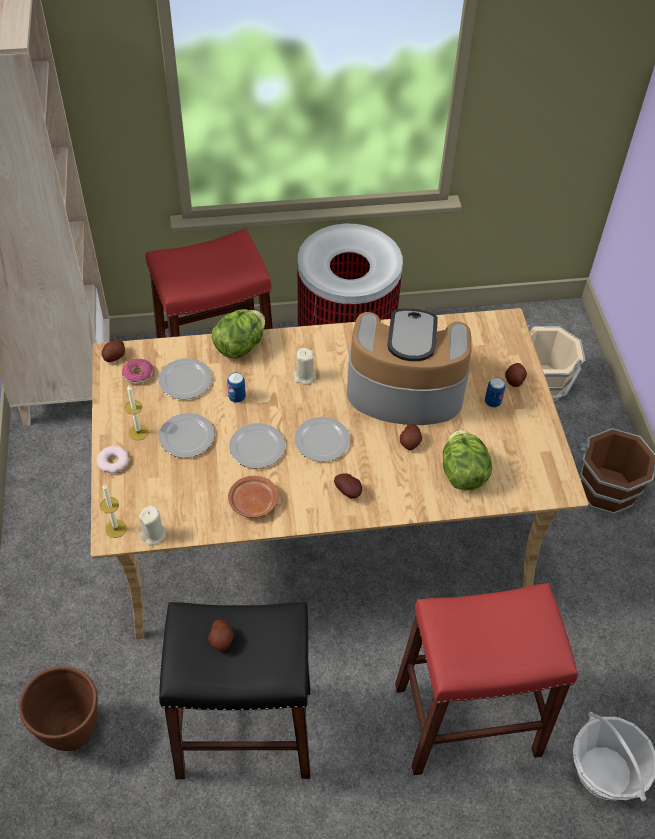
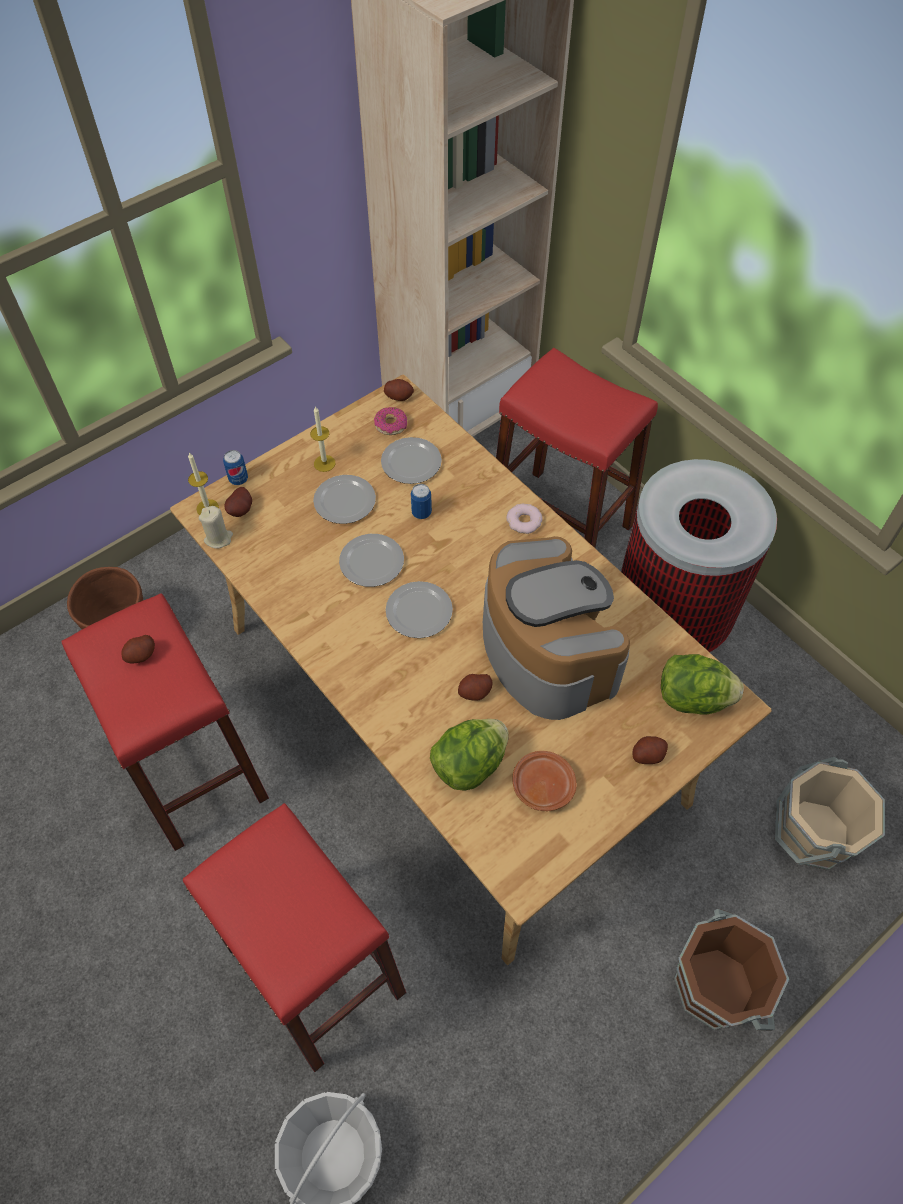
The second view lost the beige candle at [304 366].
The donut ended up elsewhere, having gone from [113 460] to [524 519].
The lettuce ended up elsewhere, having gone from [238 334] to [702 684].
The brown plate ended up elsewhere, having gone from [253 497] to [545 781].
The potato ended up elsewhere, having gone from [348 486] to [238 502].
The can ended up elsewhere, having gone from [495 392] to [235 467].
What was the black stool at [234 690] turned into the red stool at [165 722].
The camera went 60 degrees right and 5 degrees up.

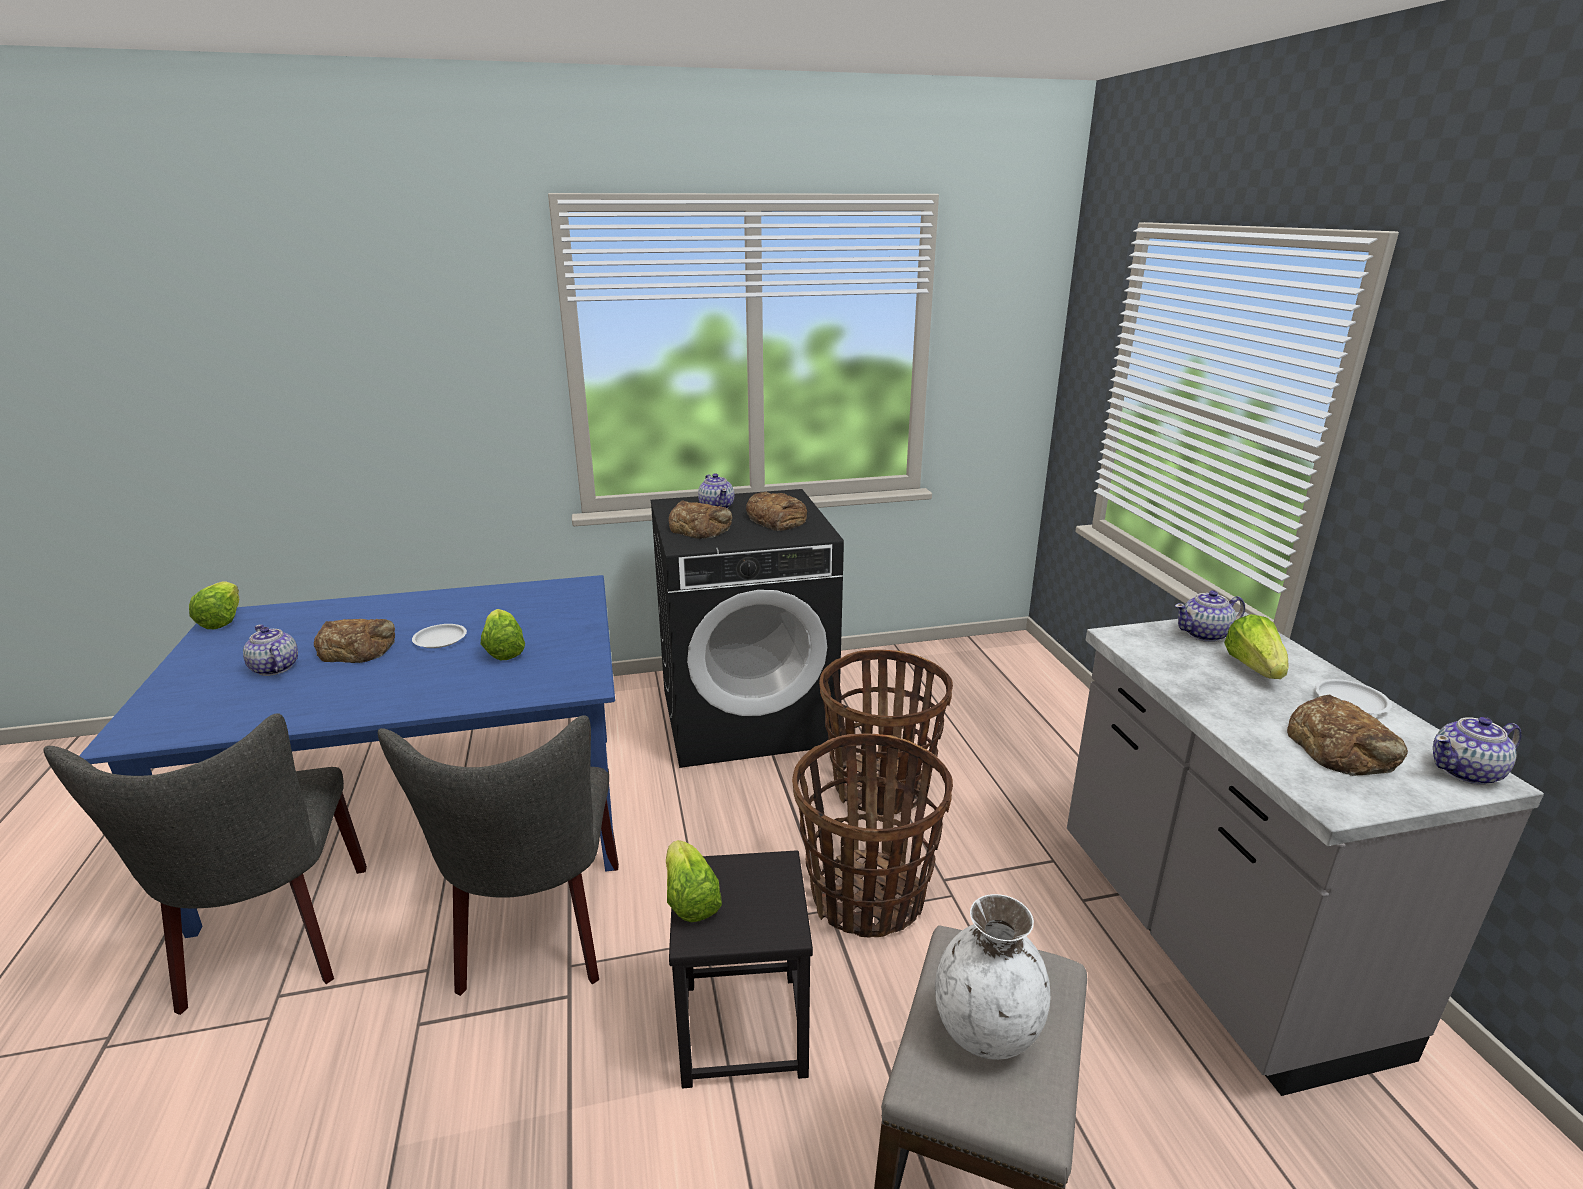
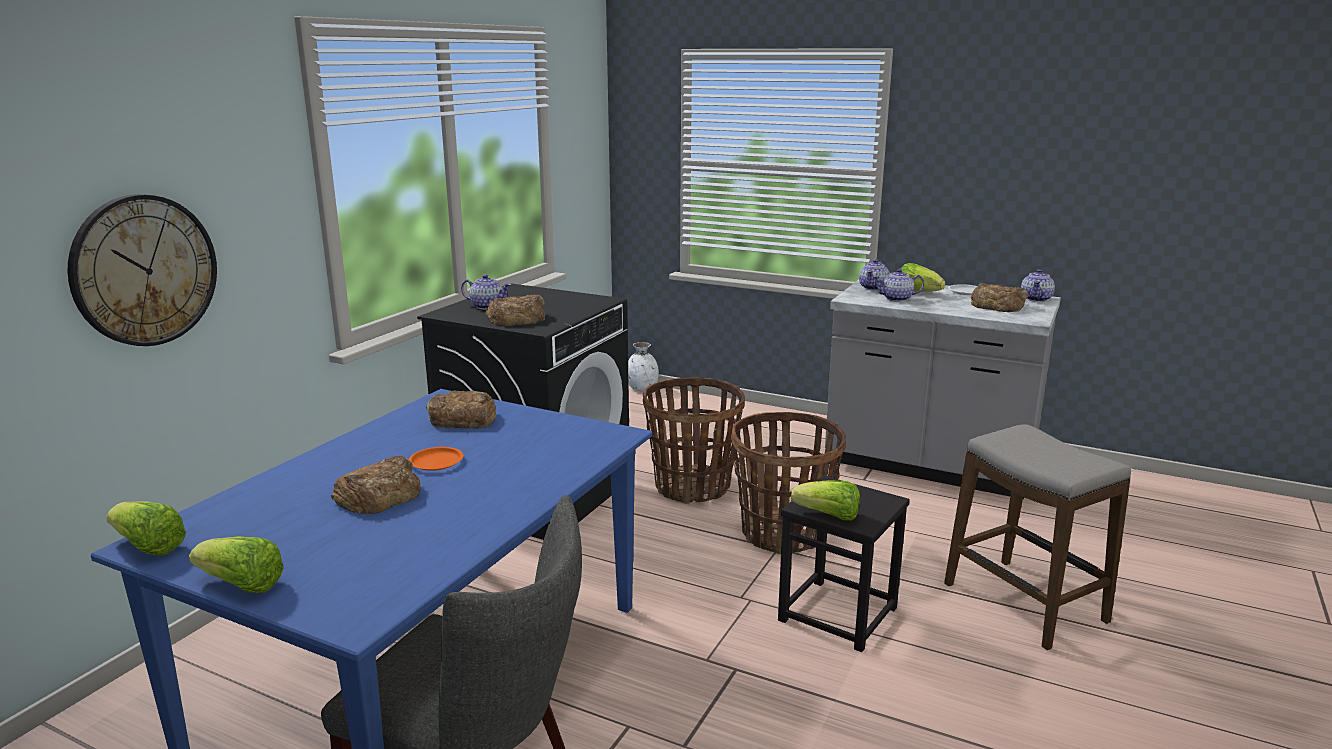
The second view lost the grey chair at [498 855].
The second view gained the wall clock at [142 270].
The teapot ended up elsewhere, having gone from [270 650] to [898 285].
The lettuce ended up elsewhere, having gone from [503 634] to [236 564].
The bread ended up elsewhere, having gone from [776 511] to [461 410].
The white vase ended up elsewhere, having gone from [992 977] to [643 366].
What was the white plate at [439 636] turned into the orange plate at [436 459].
The camera went 50 degrees left and 5 degrees down.

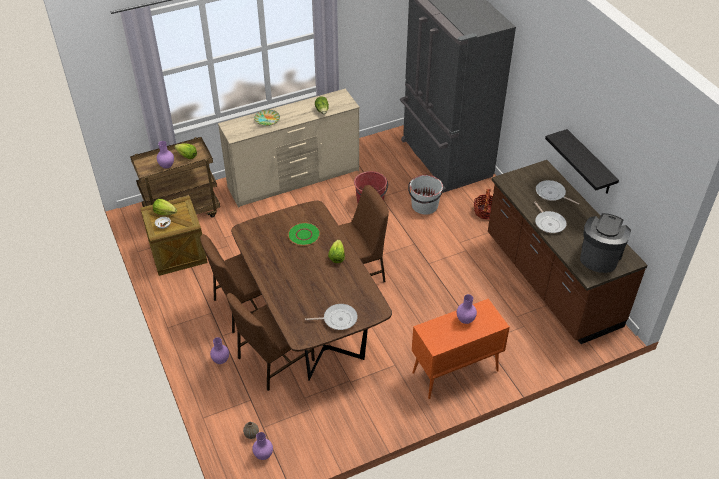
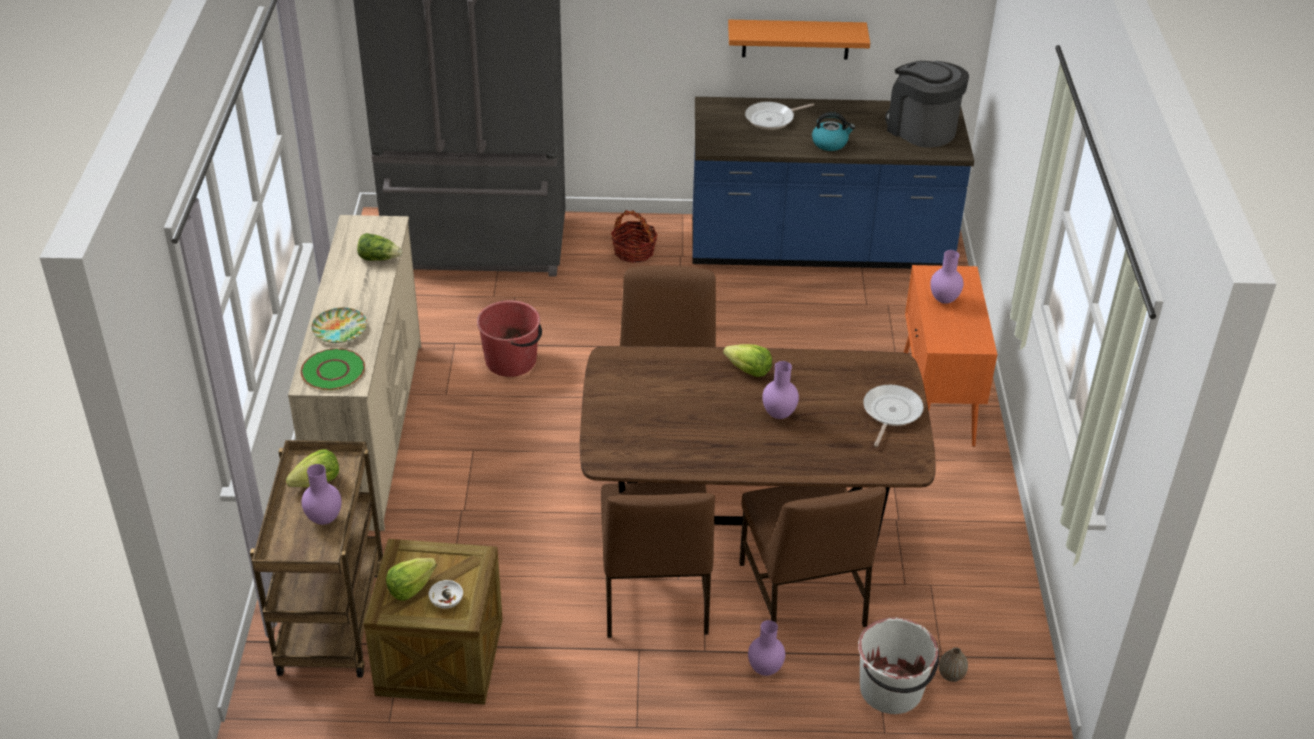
The purple vase ended up elsewhere, having gone from [262 446] to [780 390].
The green plate ended up elsewhere, having gone from [304 234] to [333 369].
The white bucket ended up elsewhere, having gone from [425 195] to [898 666].
Where the frying pan stood at [550 217], the kettle came to stand at [833 131].
What was the brown counter at [568 252] turned into the blue counter at [833 183].
What was the black shelf at [582 161] turned into the orange shelf at [799 39].
The camera went 65 degrees left and 5 degrees down.

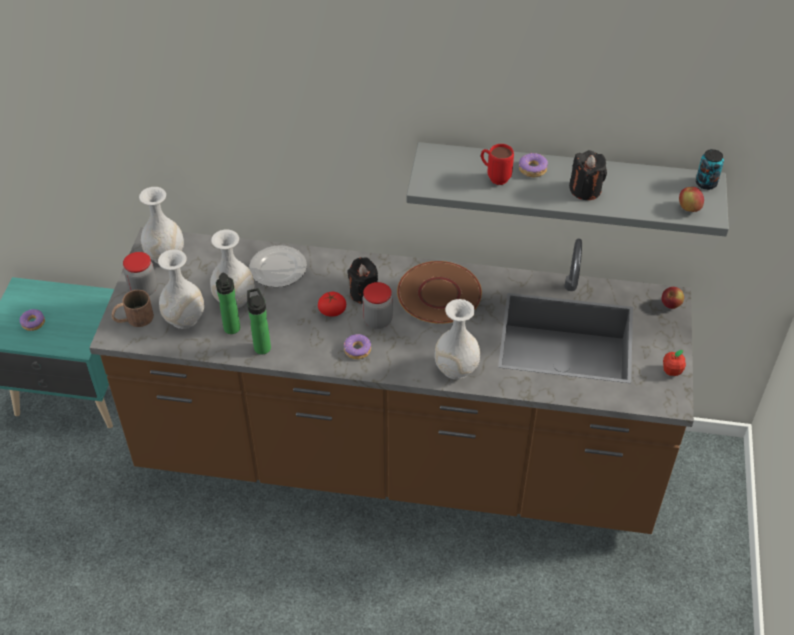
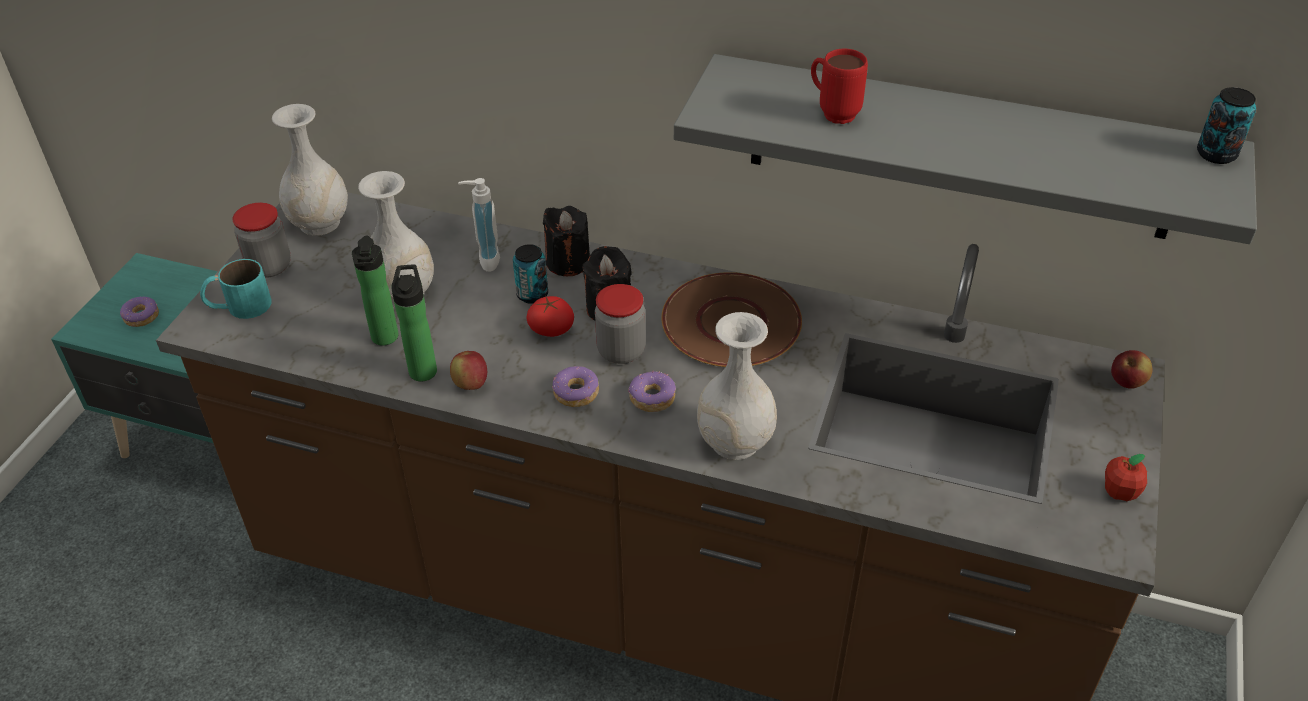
The second view lost the white vase at [181 289].
The second view gained the can at [530 274].
The donut ended up elsewhere, having gone from [533 165] to [652 391].
The black candle ended up elsewhere, having gone from [588 175] to [566 241].
The apple ended up elsewhere, having gone from [691 199] to [468 370].
Where the plate stood at [278 266], the soap dispenser came to stand at [479 225].
What was the brown mug at [133 308] turned into the turquoise mug at [235 289].
The camera went 10 degrees right and 5 degrees down.

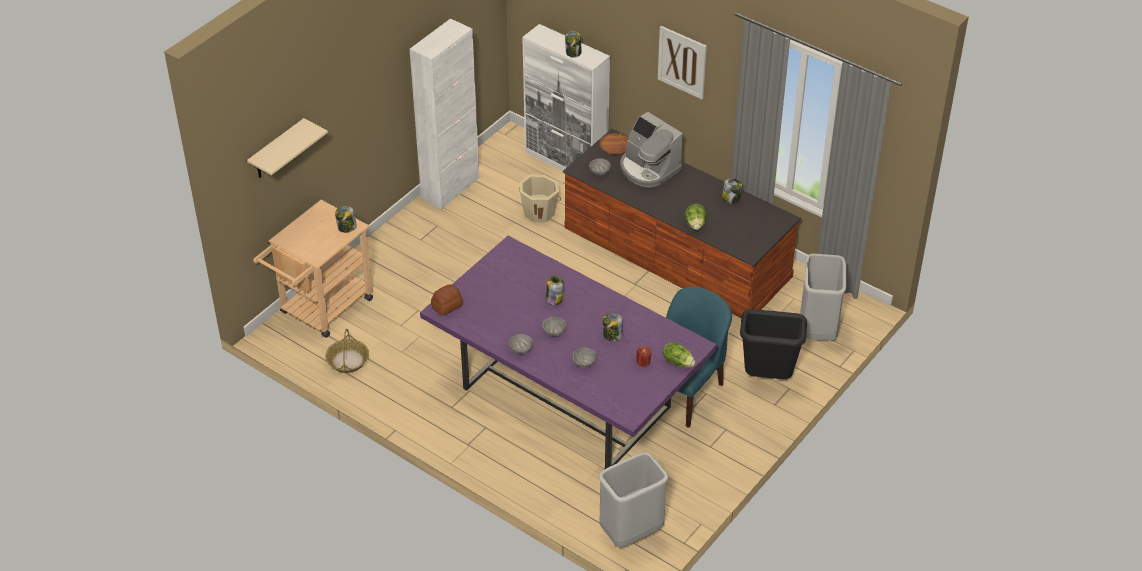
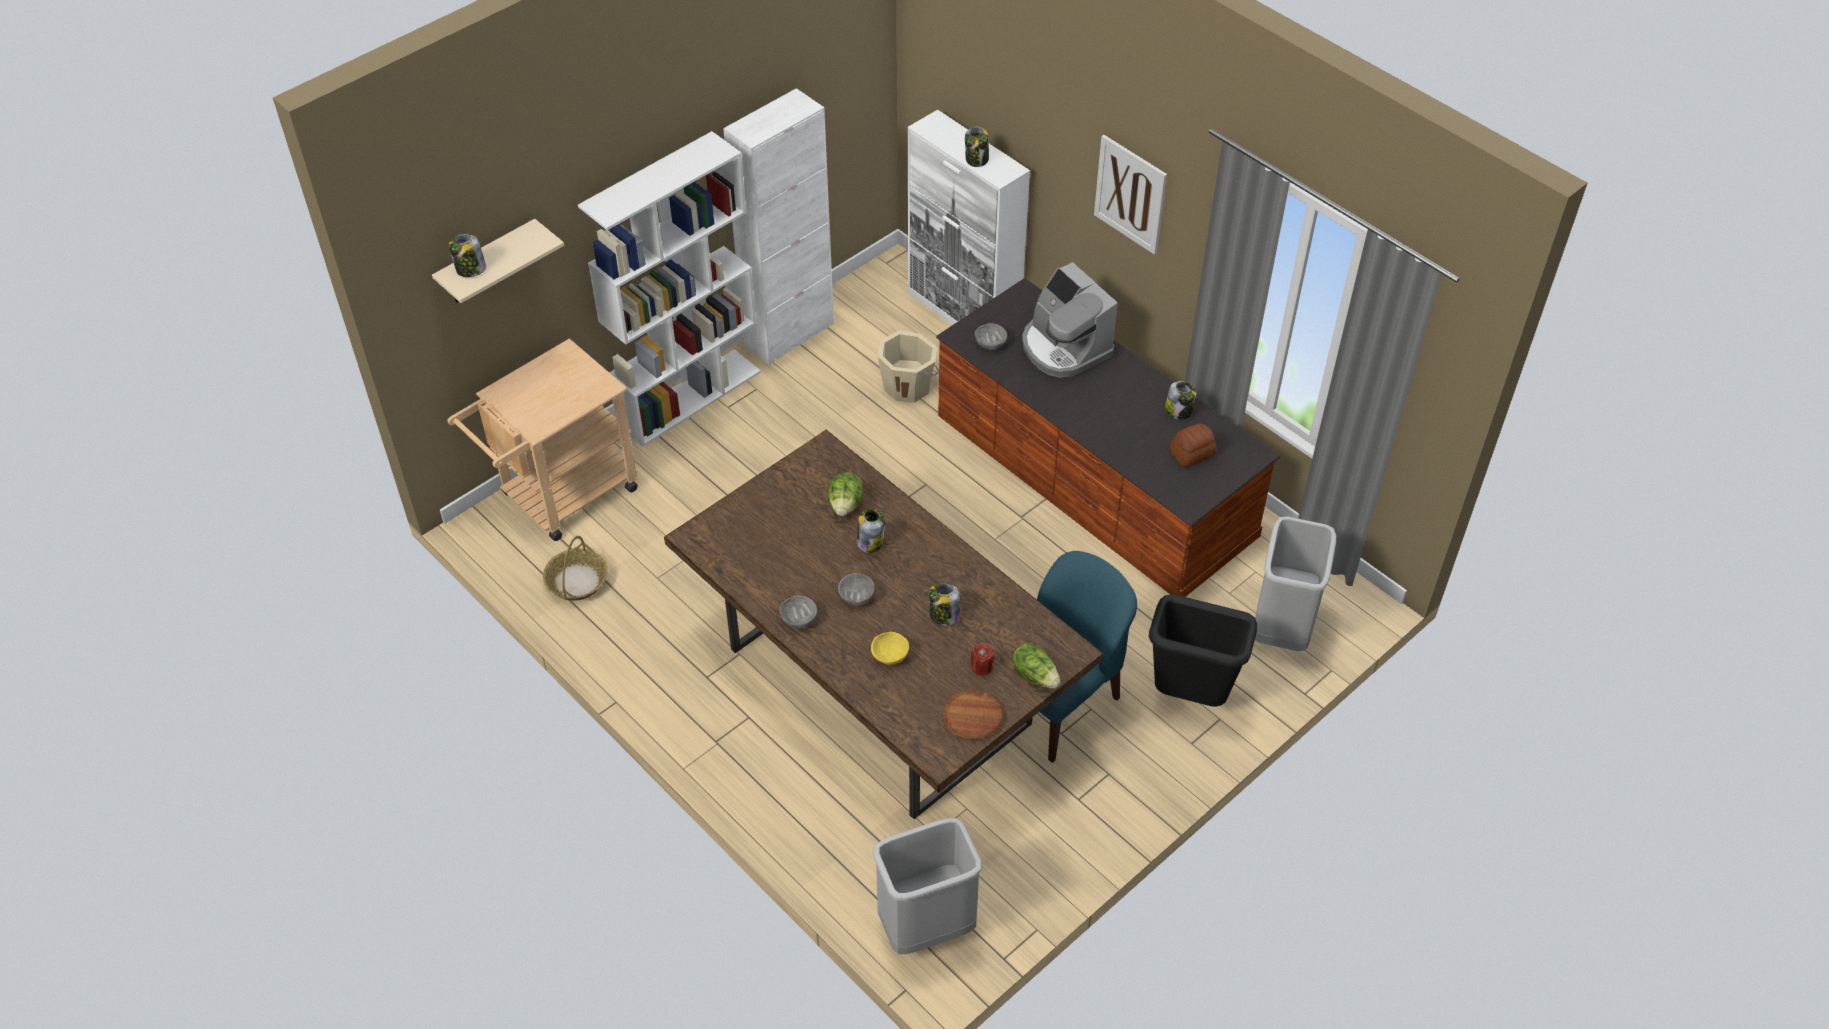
The second view gained the white bookcase at [669 289].
The jar ended up elsewhere, having gone from [346 219] to [467 255].
The bread ended up elsewhere, having gone from [447 299] to [1193 445].
The brown plate ended up elsewhere, having gone from [613 144] to [973 714].
The lettuce ended up elsewhere, having gone from [696 217] to [845 494].
What was the purple dining table at [568 352] turned into the brown dining table at [883 624].
What was the grey bowl at [584 357] turned into the yellow bowl at [890 648].
The camera went 10 degrees right and 5 degrees up.

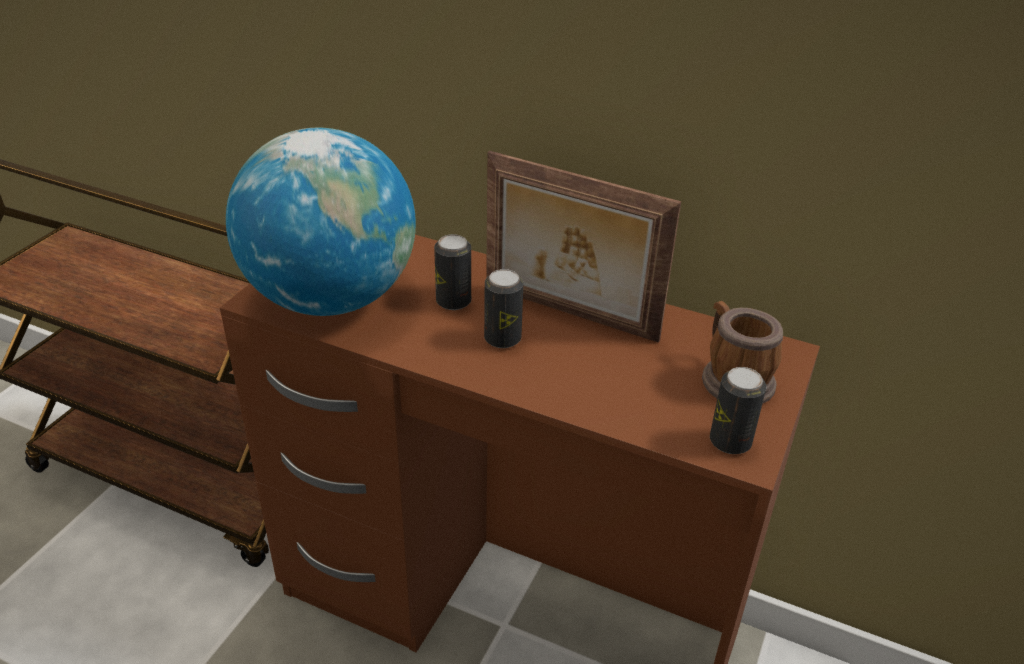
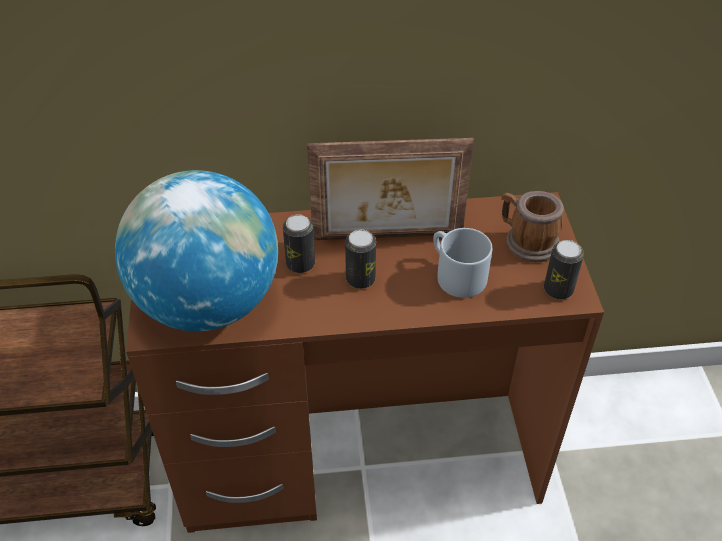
The second view gained the grey mug at [462 263].
The camera went 30 degrees left and 10 degrees up.

